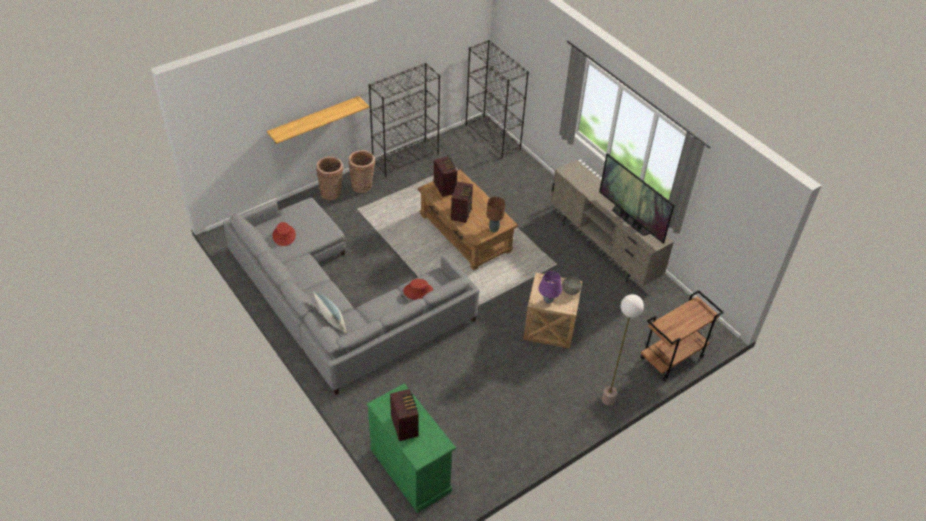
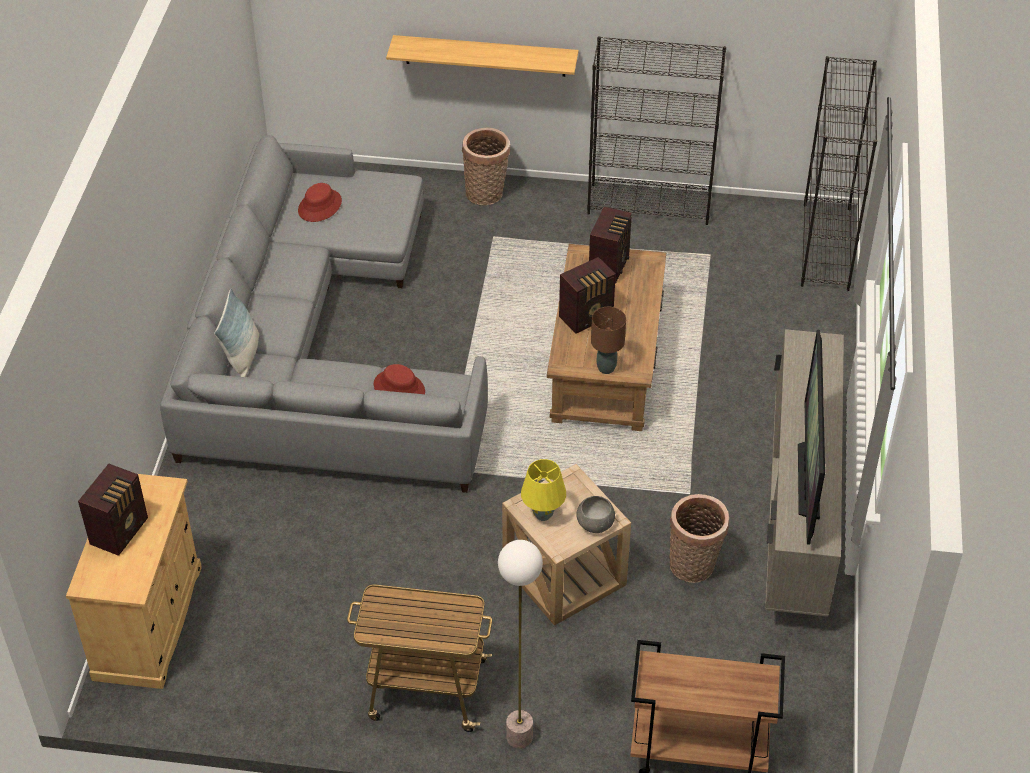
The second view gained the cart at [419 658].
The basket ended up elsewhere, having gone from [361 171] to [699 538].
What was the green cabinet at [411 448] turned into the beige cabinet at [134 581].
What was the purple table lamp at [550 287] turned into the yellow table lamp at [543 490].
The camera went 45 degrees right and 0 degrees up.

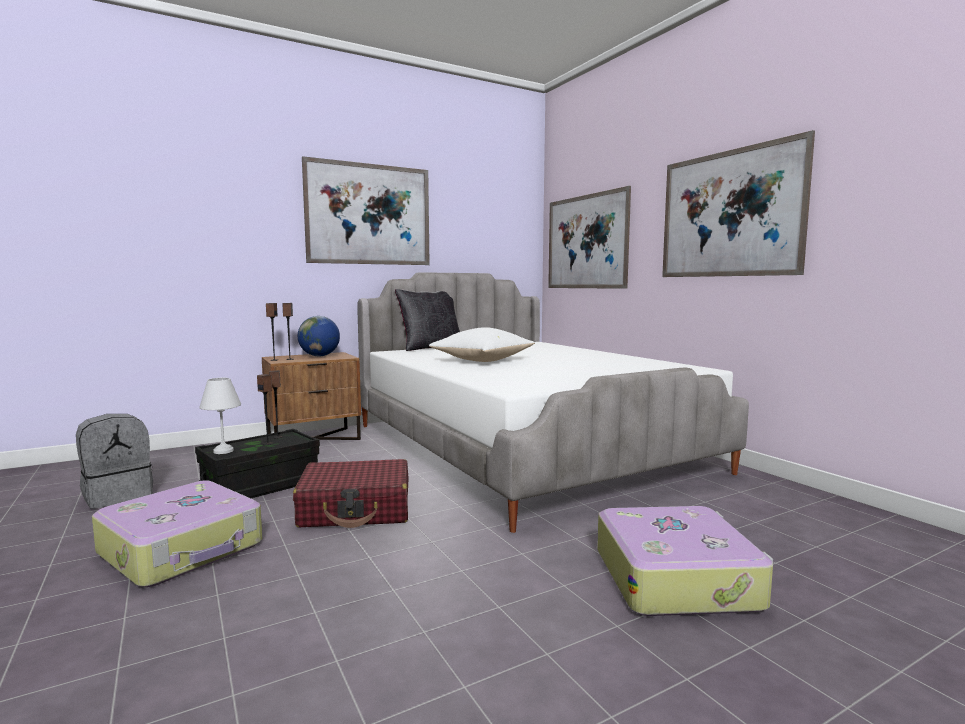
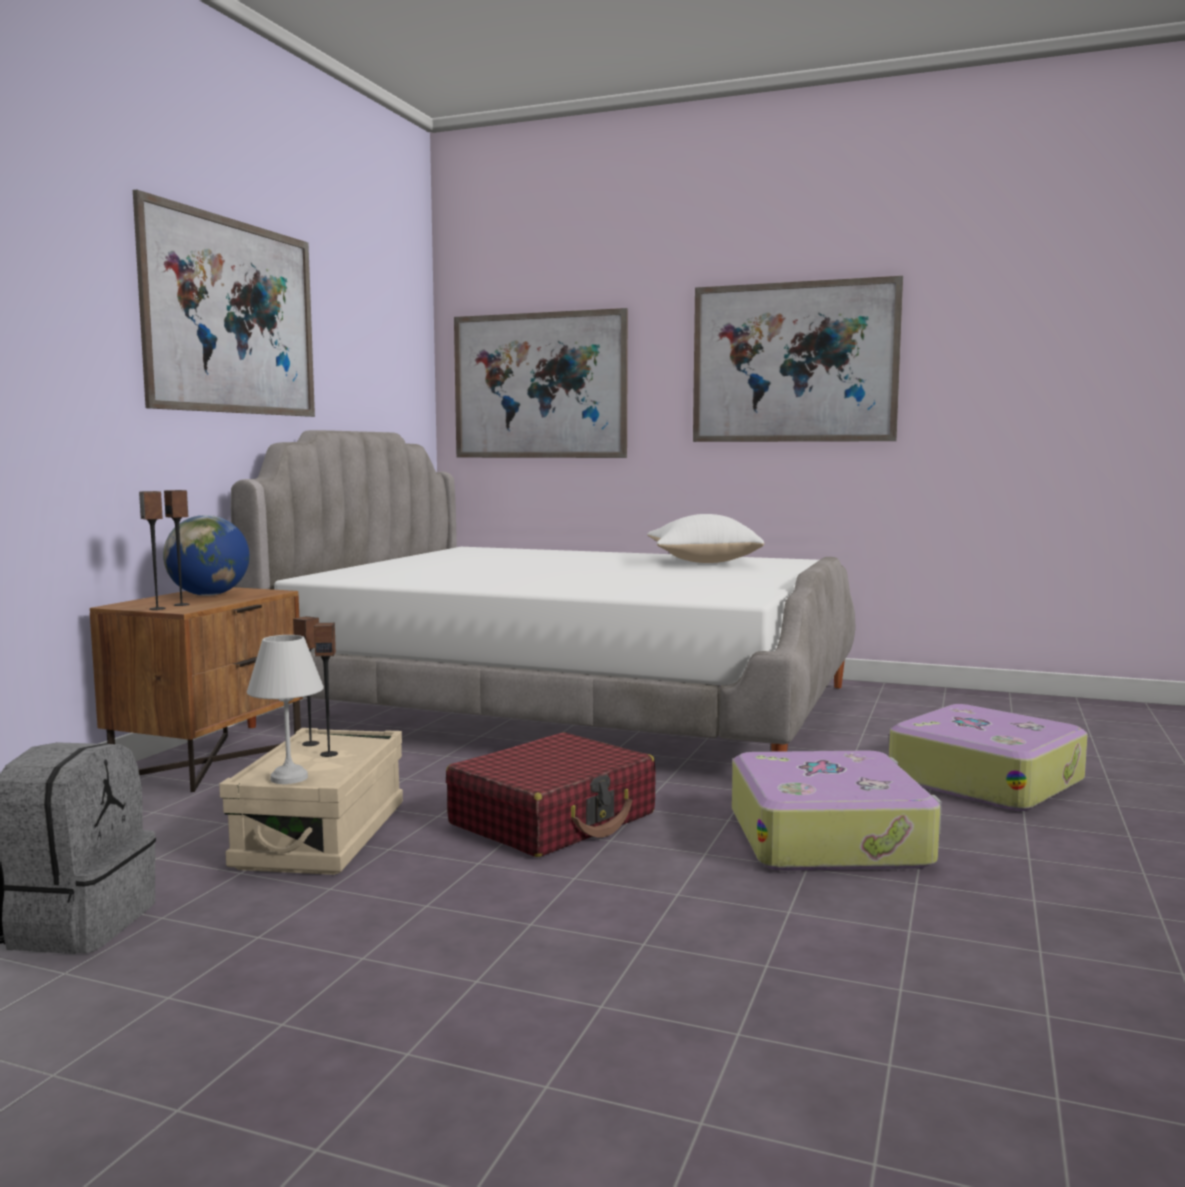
The second view lost the black pillow at [427 320].
The suitcase ended up elsewhere, having gone from [177 533] to [837 810].
The white pillow ended up elsewhere, having gone from [482 344] to [705 538].
What was the black storage box at [257 463] turned into the beige storage box at [311 801].
The camera went 40 degrees left and 0 degrees up.

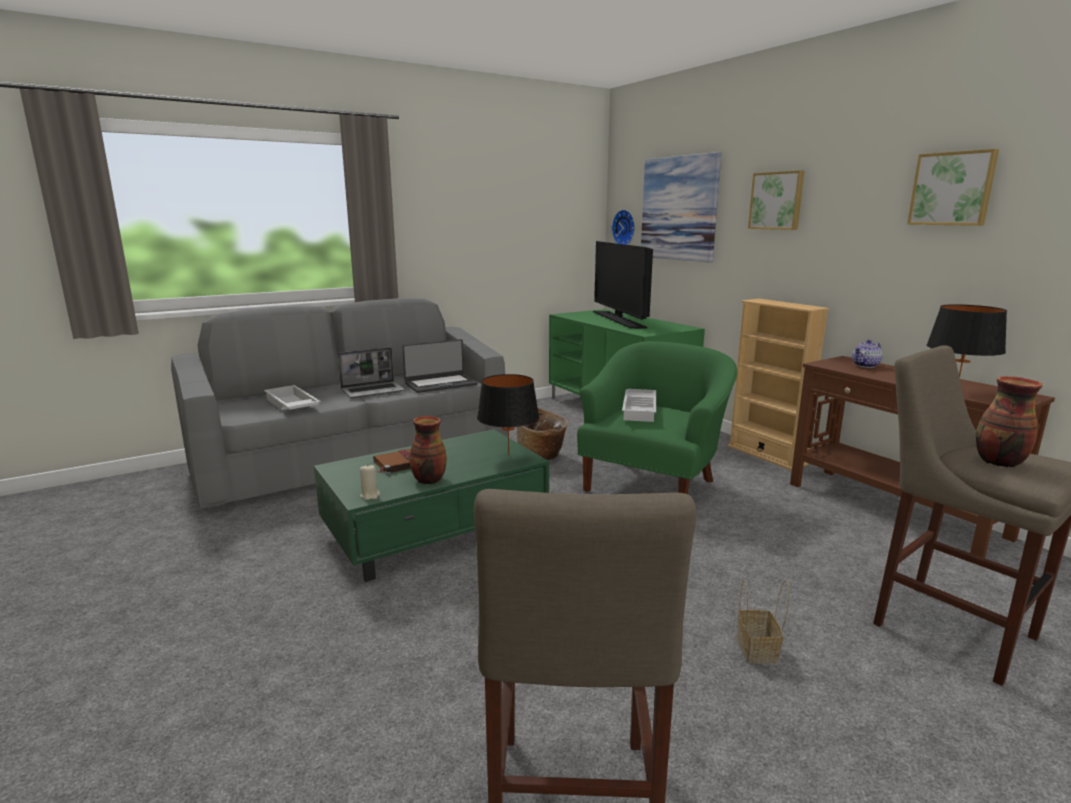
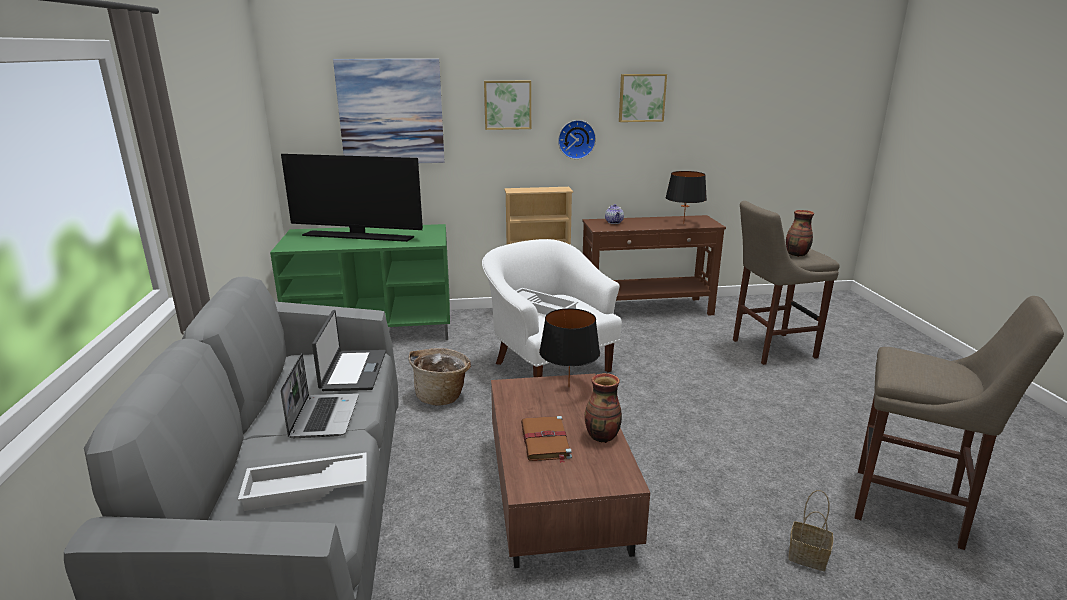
The second view lost the beige candle at [370 482].
The wall clock ended up elsewhere, having gone from [623 227] to [577 139].
The basket ended up elsewhere, having gone from [763 621] to [811 530].
What was the green coffee table at [431 505] turned into the brown coffee table at [570 471].
What was the green armchair at [657 417] turned into the white armchair at [552 308].
The camera went 65 degrees left and 5 degrees up.

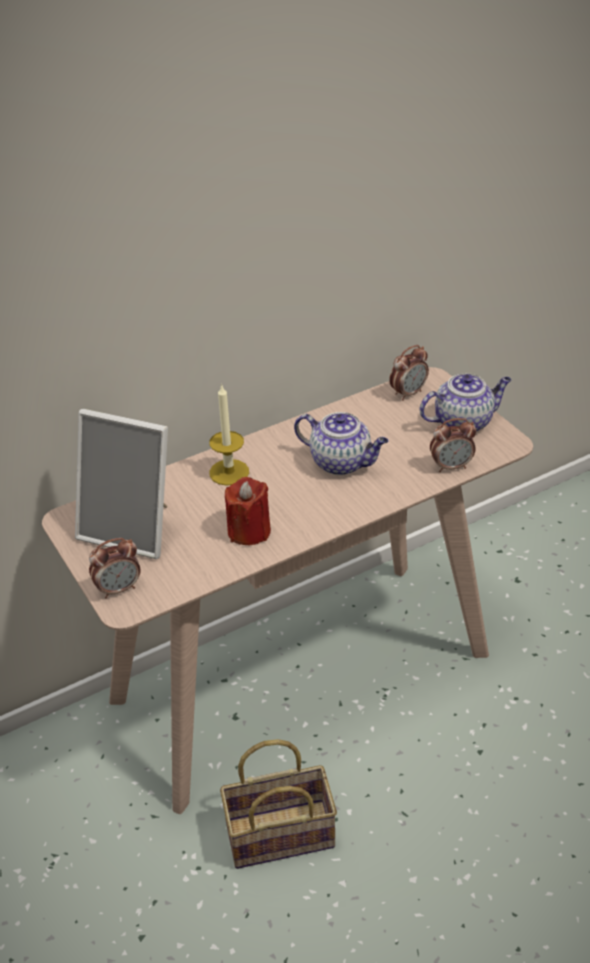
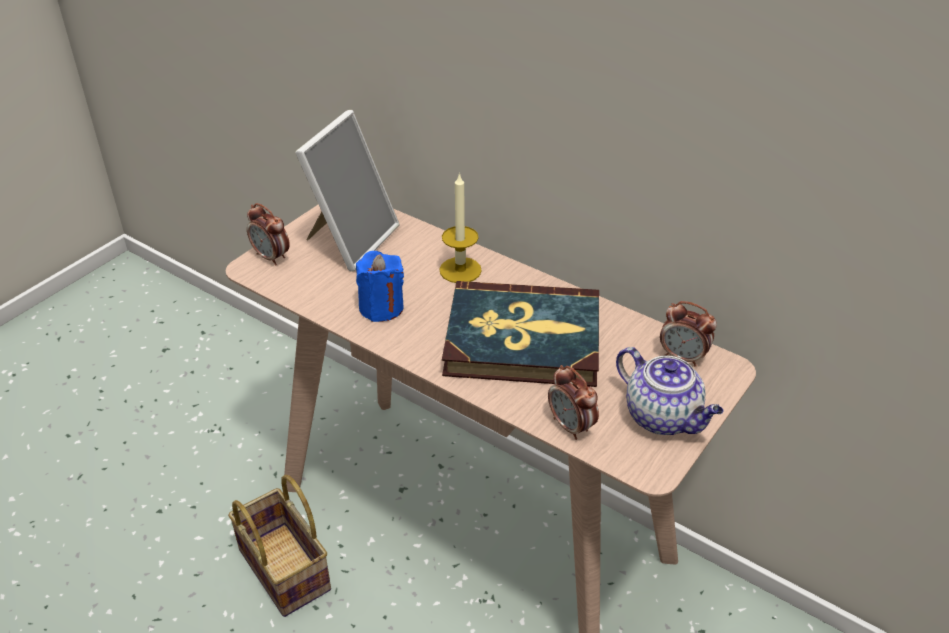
Where the teapot stood at [341 443], the book came to stand at [520 334].
What was the red candle at [248 511] turned into the blue candle at [380 286].
The picture frame at [121 484] ended up facing another way, 150 degrees counterclockwise from before.
The camera went 65 degrees right and 0 degrees up.

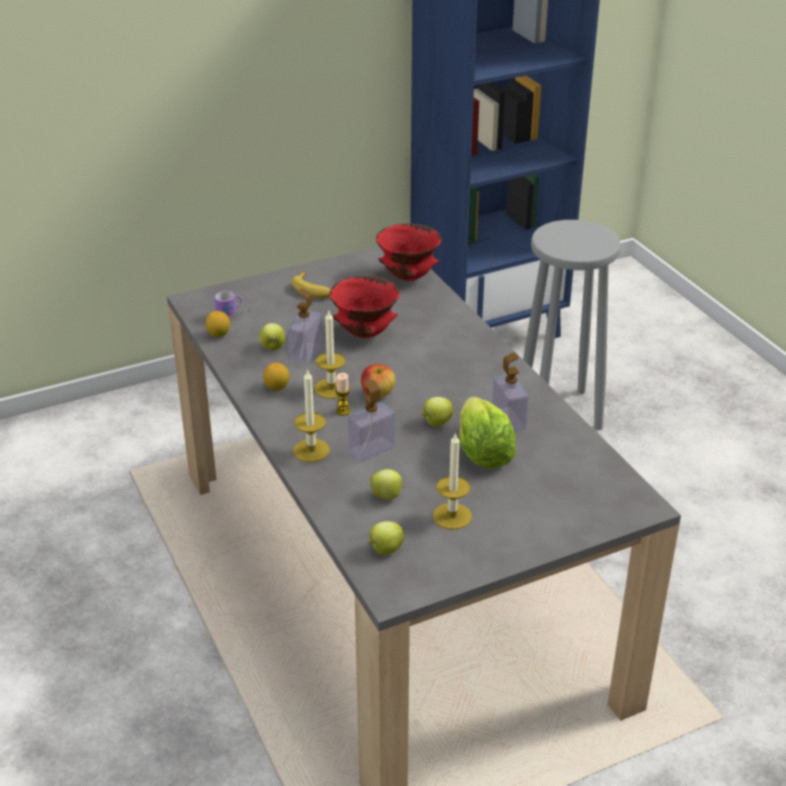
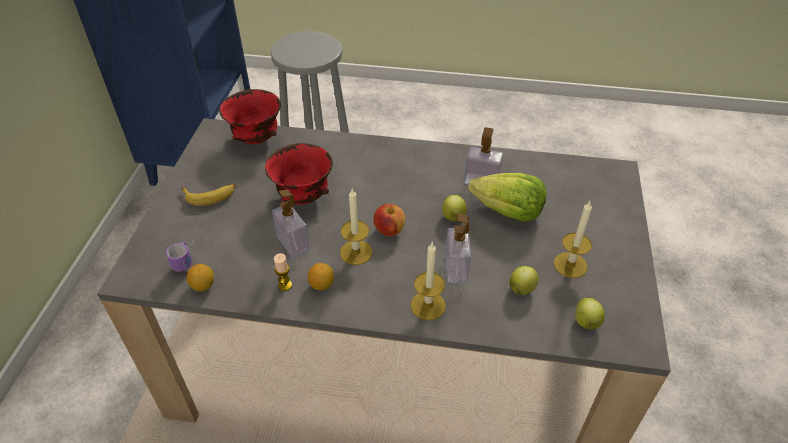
The second view lost the apple at [272 336].
The candle ended up elsewhere, having gone from [343 394] to [283 272].
The camera went 55 degrees left and 10 degrees up.

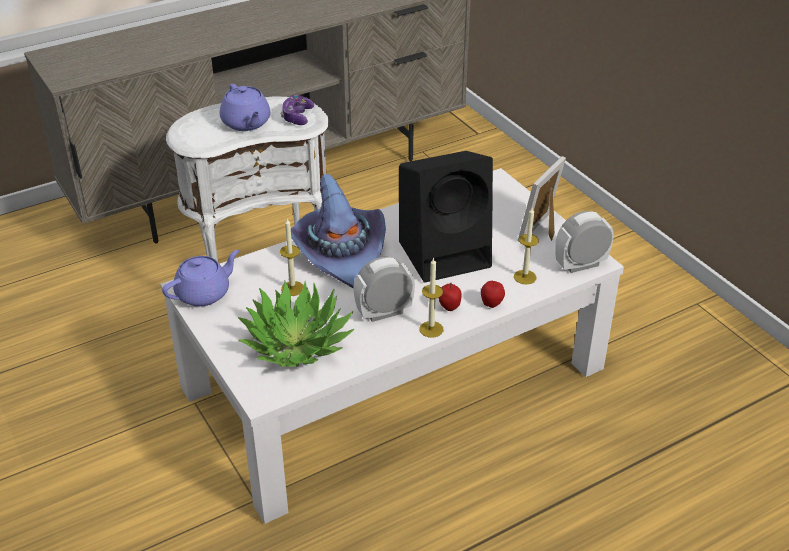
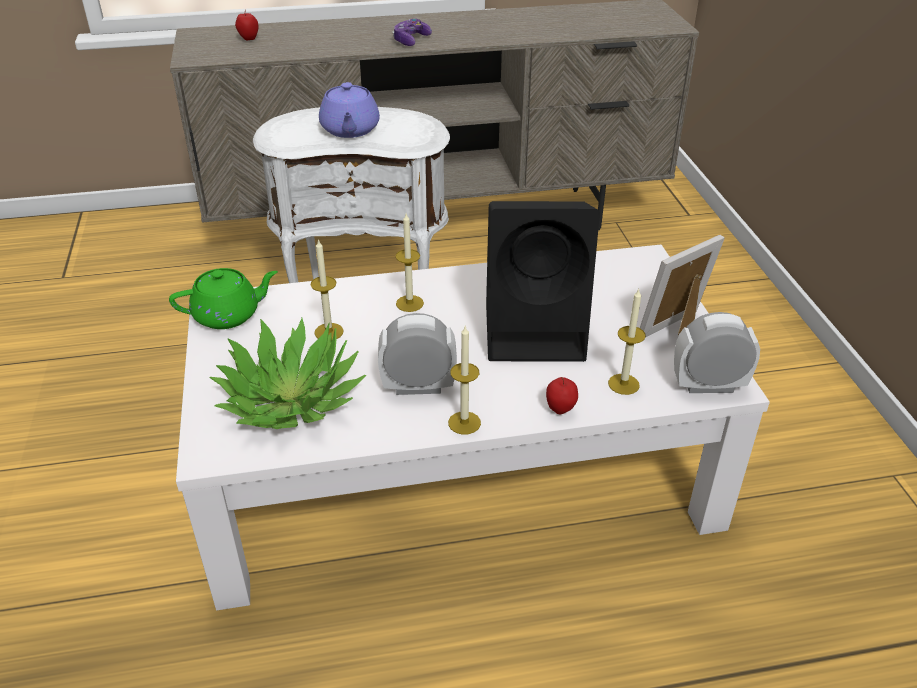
The game controller ended up elsewhere, having gone from [297 110] to [412 32].
The apple ended up elsewhere, having gone from [450 297] to [246 25].
Where the purple hat stood at [338 231], the candle came to stand at [410 263].
What was the purple teapot at [201 278] turned into the green teapot at [223 298].
The camera went 20 degrees right and 0 degrees up.

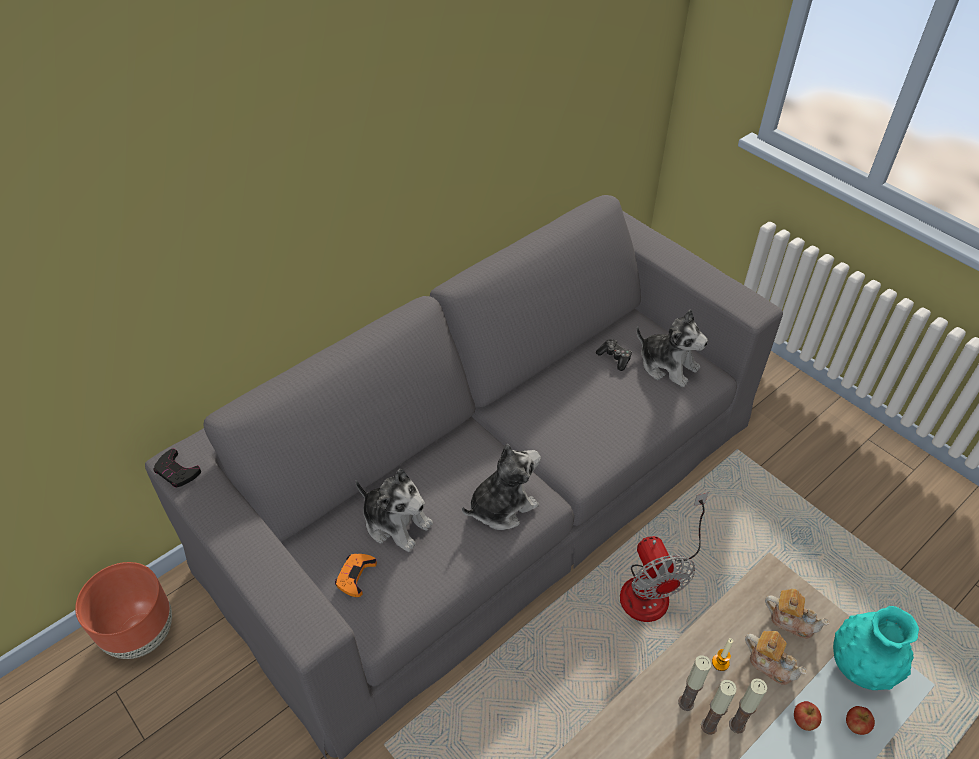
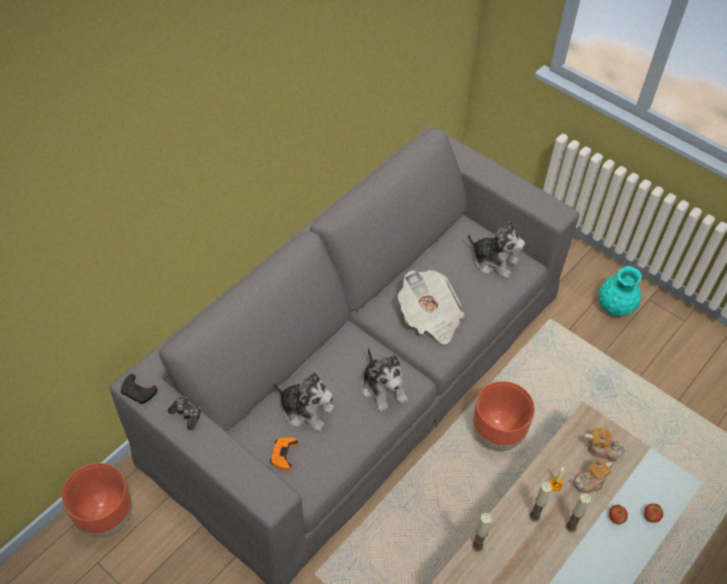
The second view gained the newspaper at [431 307].
The game controller ended up elsewhere, having gone from [614 355] to [184 413].
The candle ended up elsewhere, having gone from [719 707] to [482 532].
The turquoise vase ended up elsewhere, having gone from [876 648] to [620 291].
Where the fan stood at [664 557], the brown planter came to stand at [504 416].
The plush toy at [501 487] ended up facing another way, 105 degrees clockwise from before.
The teapot at [776 658] ended up facing another way, 120 degrees clockwise from before.
The camera went 10 degrees left and 5 degrees up.

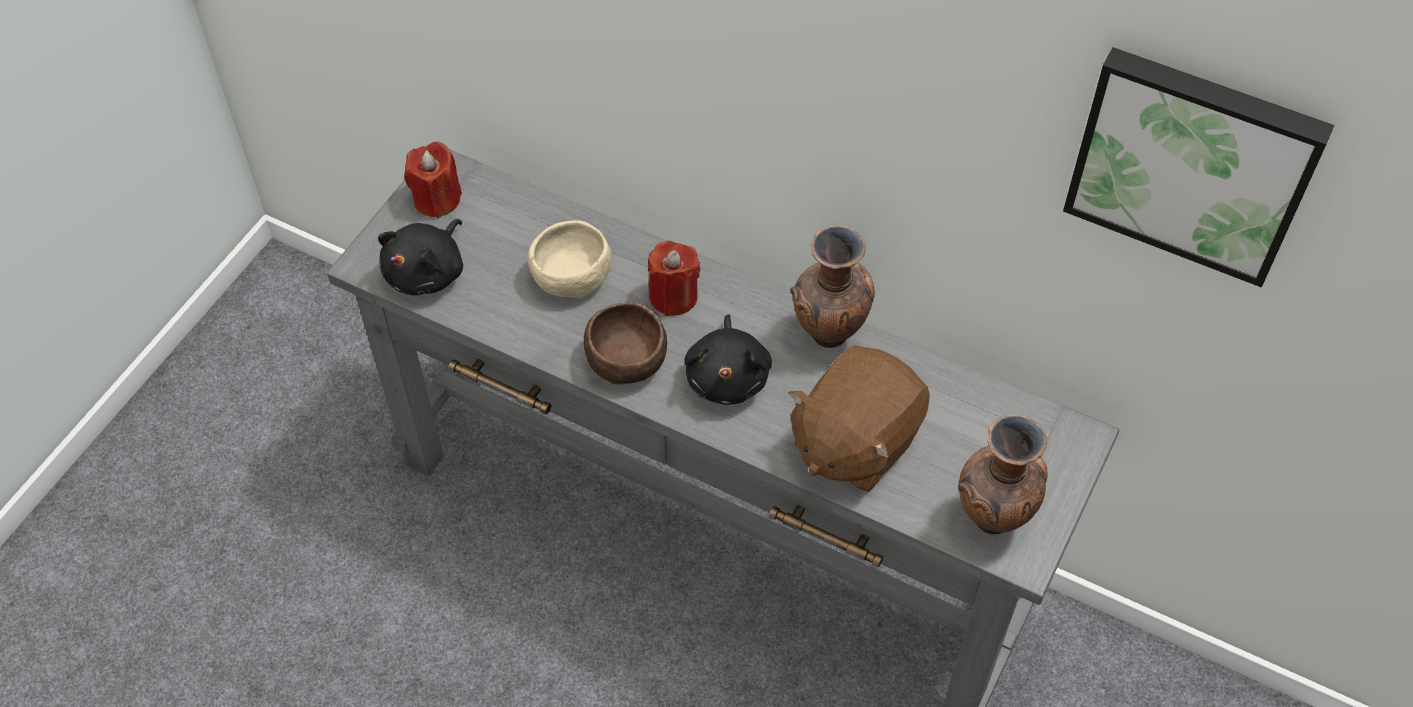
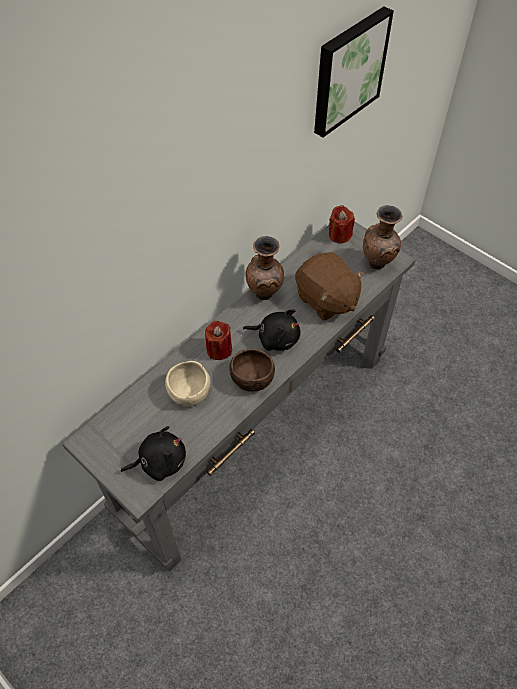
The red candle ended up elsewhere, having gone from [433 180] to [342 224].
The black plush toy at [420 257] ended up facing another way, 60 degrees counterclockwise from before.
The camera went 75 degrees left and 0 degrees up.

